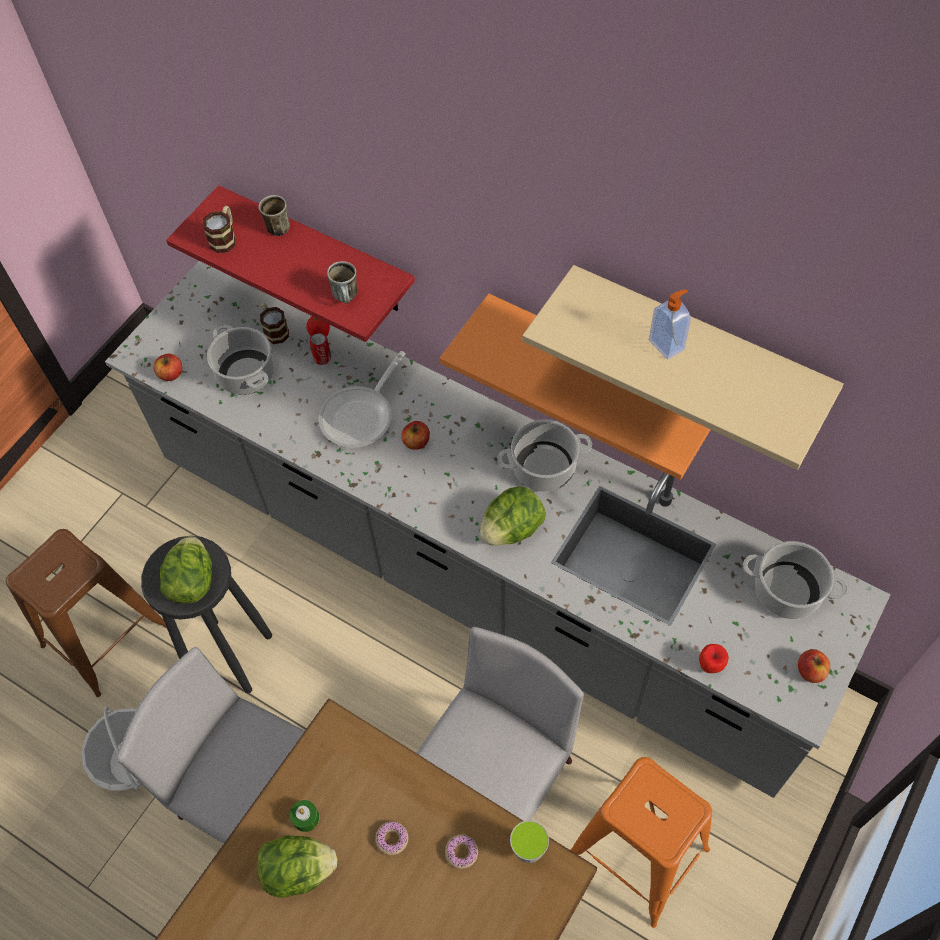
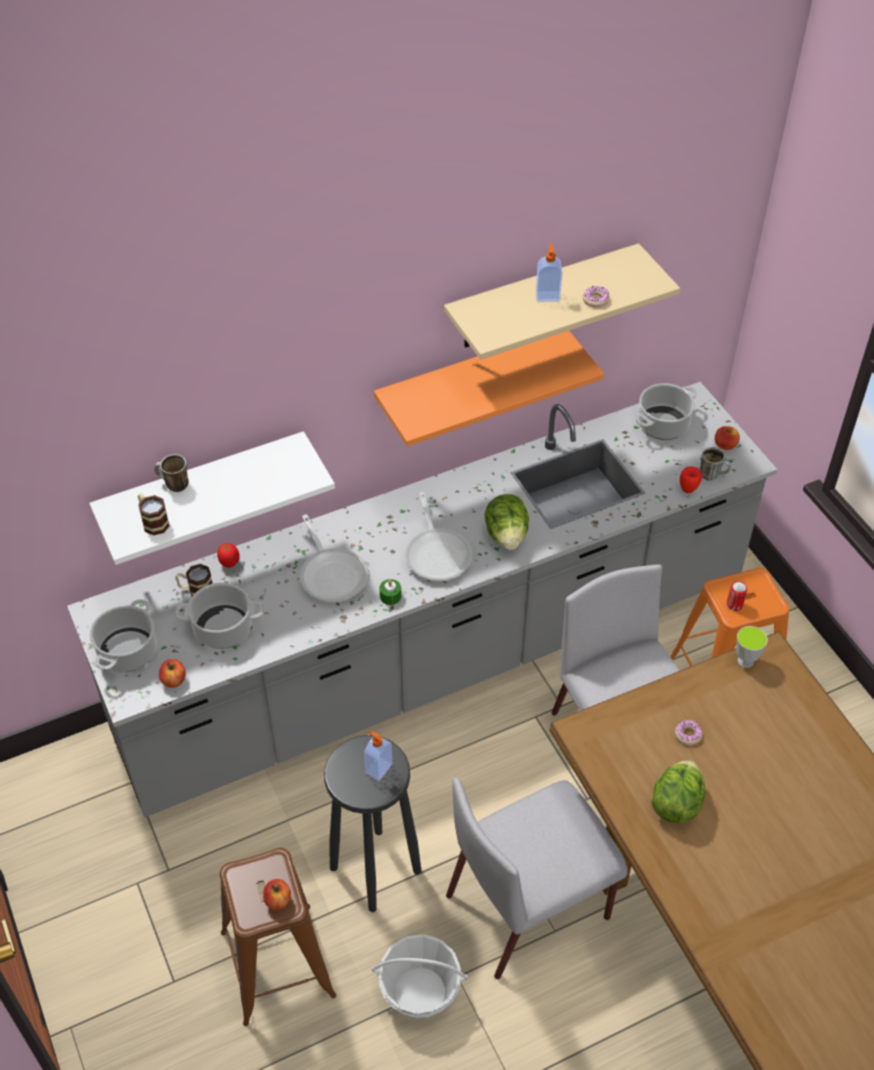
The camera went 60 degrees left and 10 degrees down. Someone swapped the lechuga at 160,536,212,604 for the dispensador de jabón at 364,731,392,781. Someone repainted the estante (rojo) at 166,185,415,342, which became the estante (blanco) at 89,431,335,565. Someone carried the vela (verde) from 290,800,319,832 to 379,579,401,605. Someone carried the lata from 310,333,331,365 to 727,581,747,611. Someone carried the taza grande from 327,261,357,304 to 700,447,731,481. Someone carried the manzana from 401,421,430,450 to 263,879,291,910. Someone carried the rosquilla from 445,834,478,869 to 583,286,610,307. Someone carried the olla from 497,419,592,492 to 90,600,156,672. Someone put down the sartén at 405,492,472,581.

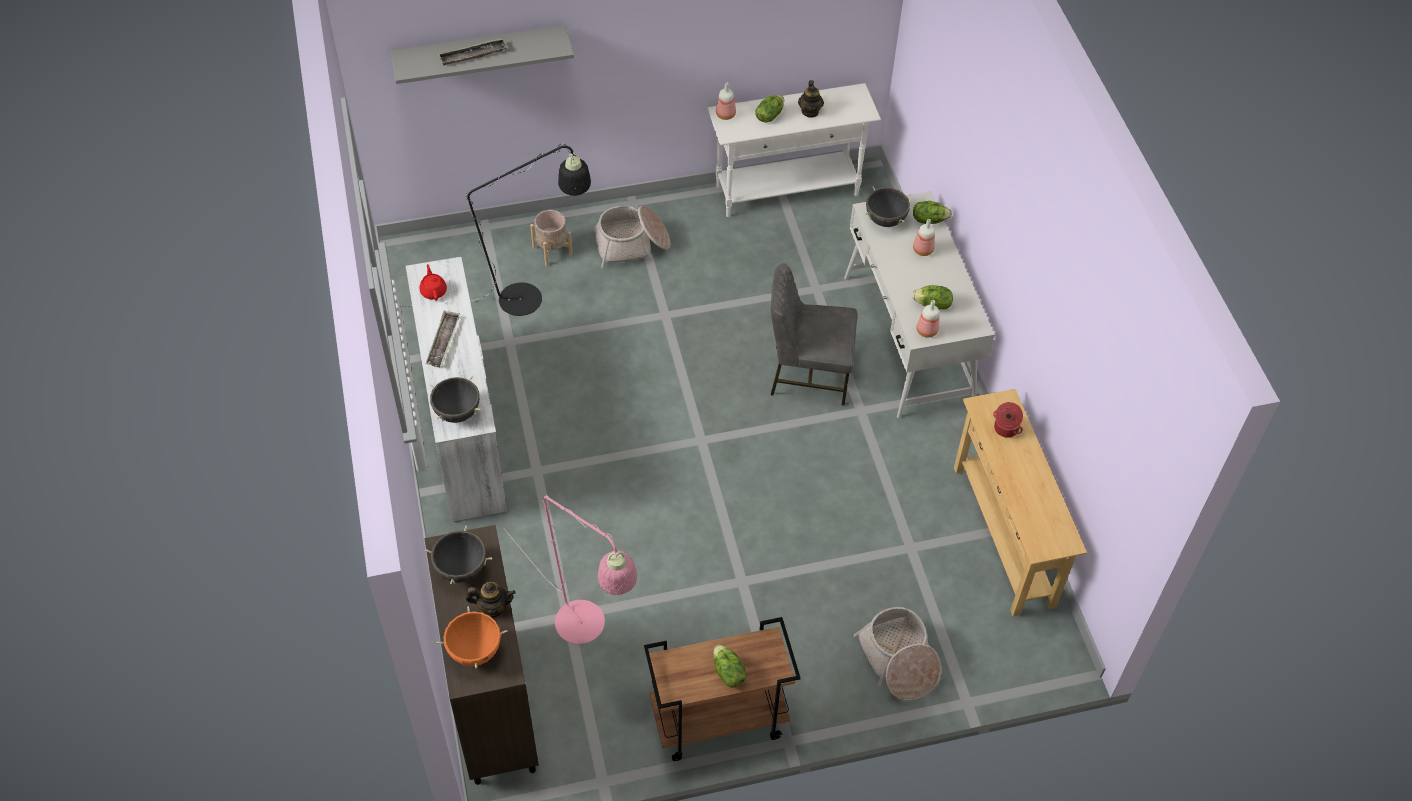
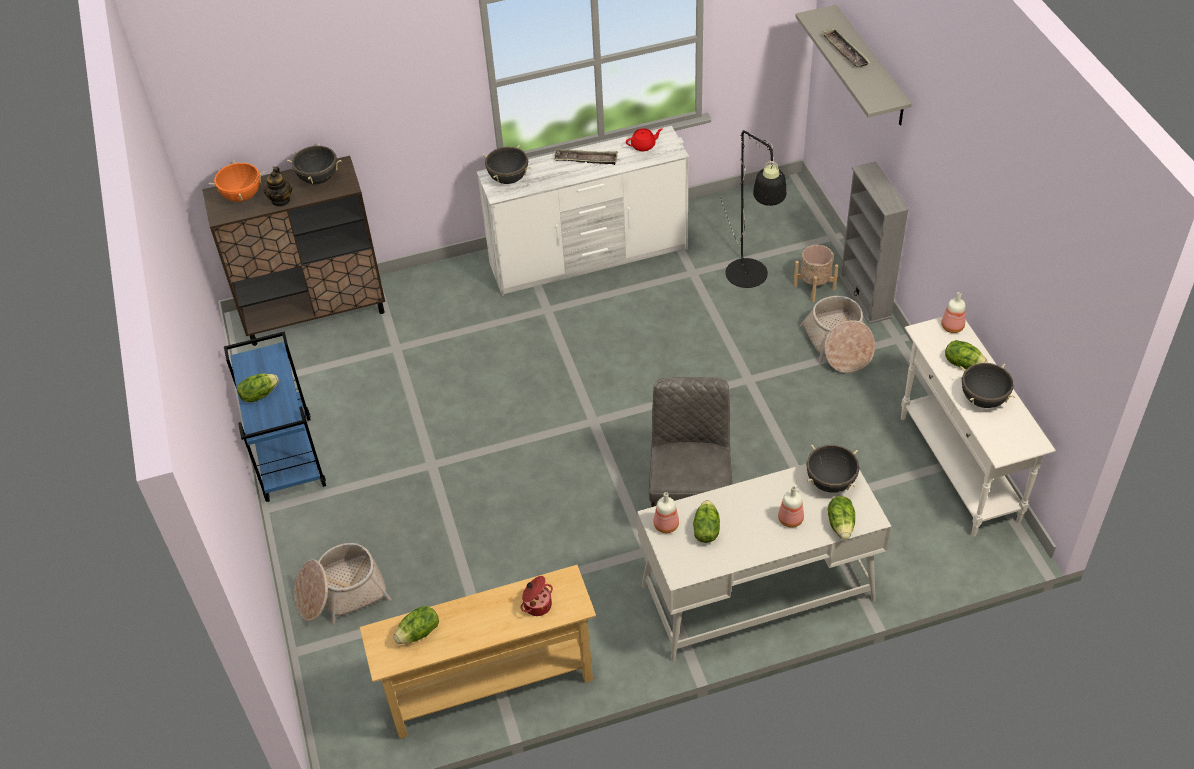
The camera went 90 degrees right and 5 degrees down. Someone took away the lámpara de pie (rosa) at 503,494,637,644. Someone repainted the carrito (marrón) at 644,617,801,761, which became the carrito (azul) at 224,331,326,502. Someone swapped the tetera at 798,80,824,118 for the olla (negro) at 960,363,1015,408. Someone put down the lechuga at 393,606,439,644. Someone put down the estantería (gris) at 839,162,909,324.

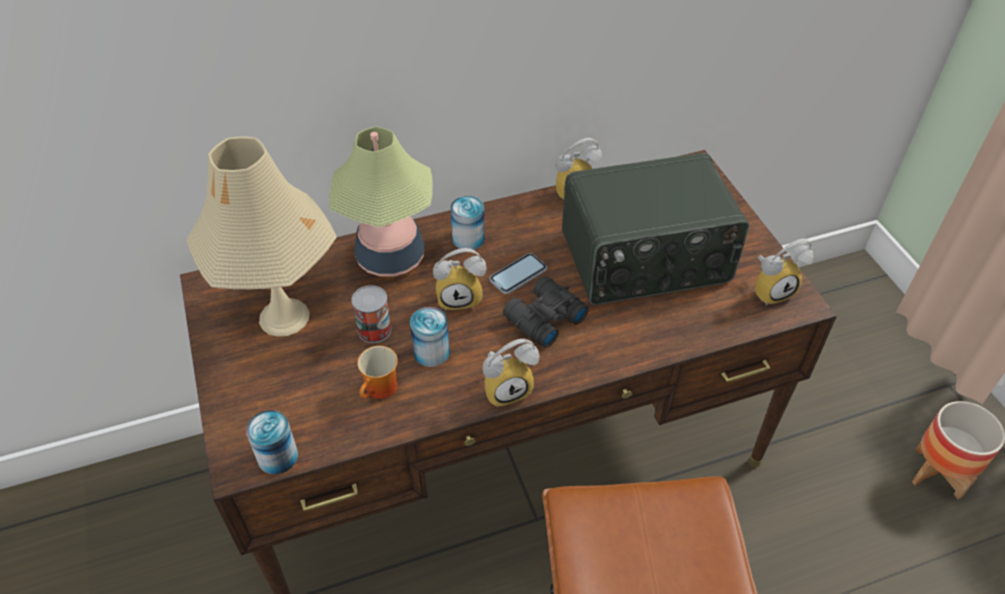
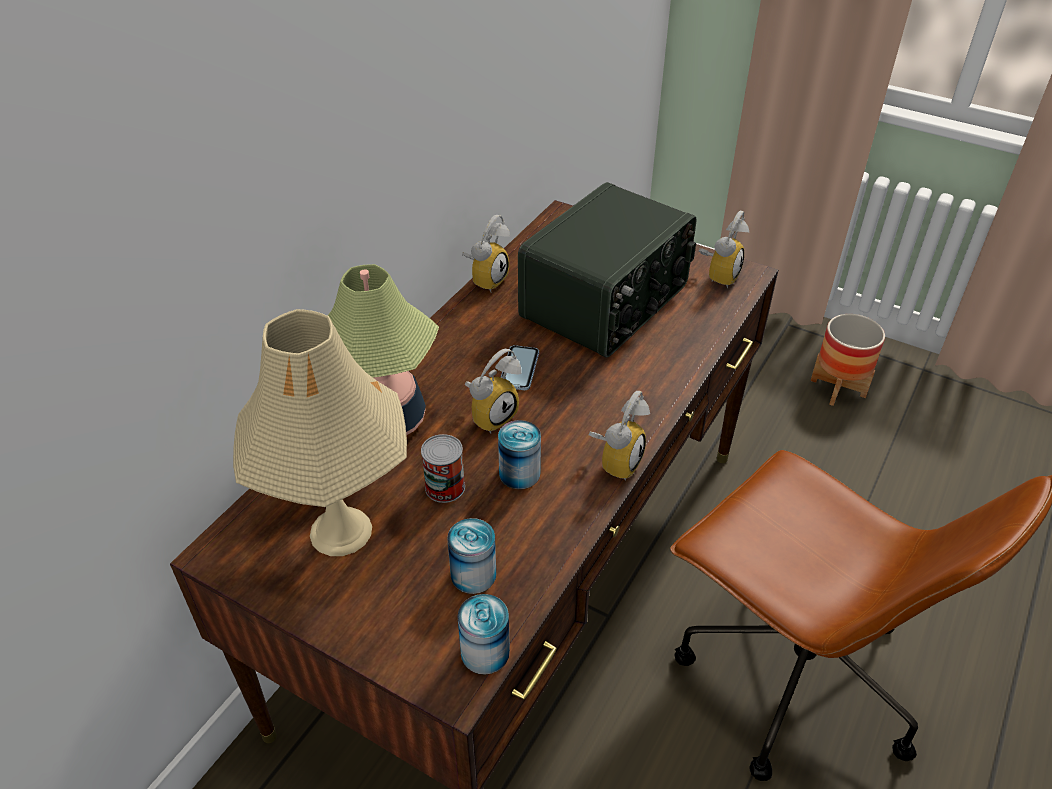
The camera went 40 degrees left and 5 degrees down. Someone took away the taza grande at 357,346,398,399. Someone carried the lata from 451,196,485,250 to 447,518,496,594. Someone took away the prismáticos (negro) at 503,276,589,348.

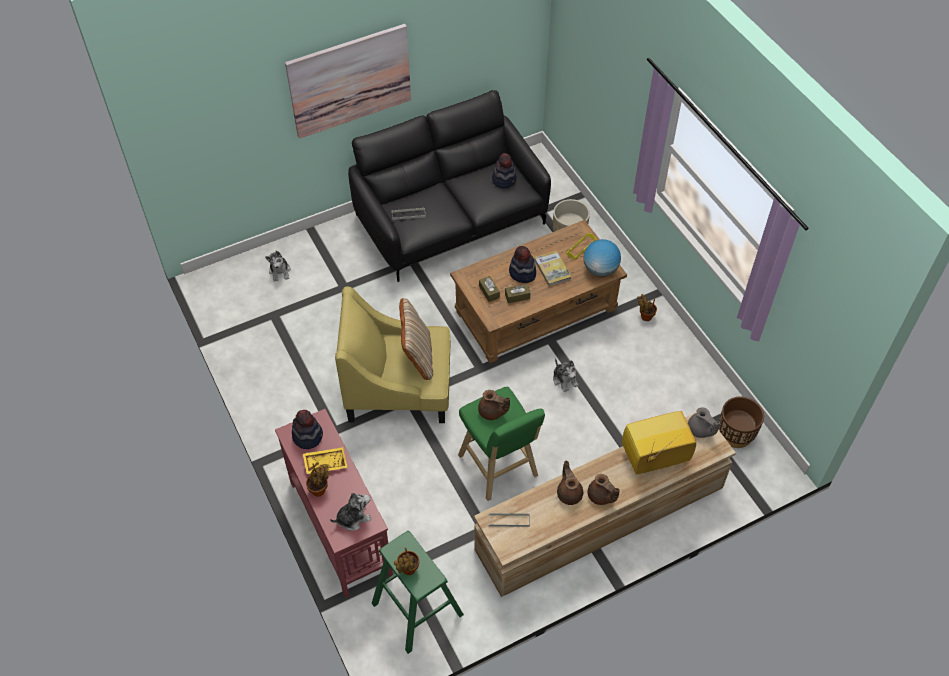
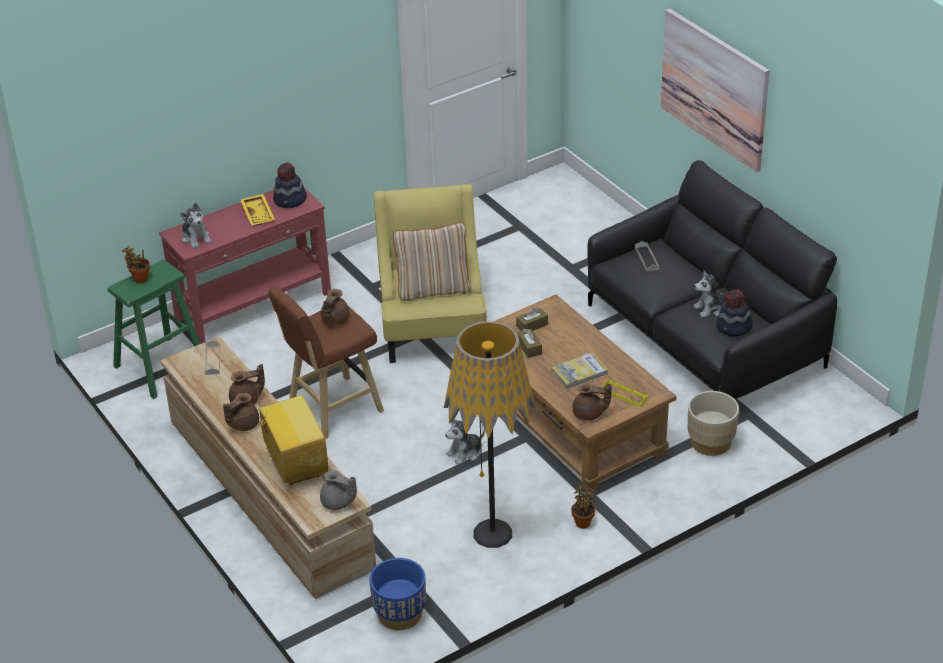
The camera went 85 degrees right and 15 degrees down. Someone carried the peluche from 265,251,291,282 to 693,271,726,318. Someone took away the planta en maceta at 306,462,329,497. Someone repainted the taburete (verde) at 458,386,545,501, which became the taburete (marrón) at 268,286,384,439. Someone took away the sombrero at 509,246,536,283. Someone swapped the globo terráqueo at 584,239,621,277 for the tetera (marrón) at 572,383,612,420. Someone rotated the tetera (gris) at 688,407,720,438 by 105 degrees counterclockwise. Someone repainted the maceta (marrón) at 719,397,764,448, which became the maceta (azul) at 369,558,426,630. Someone put down the lámpara de pie at 444,321,536,548.

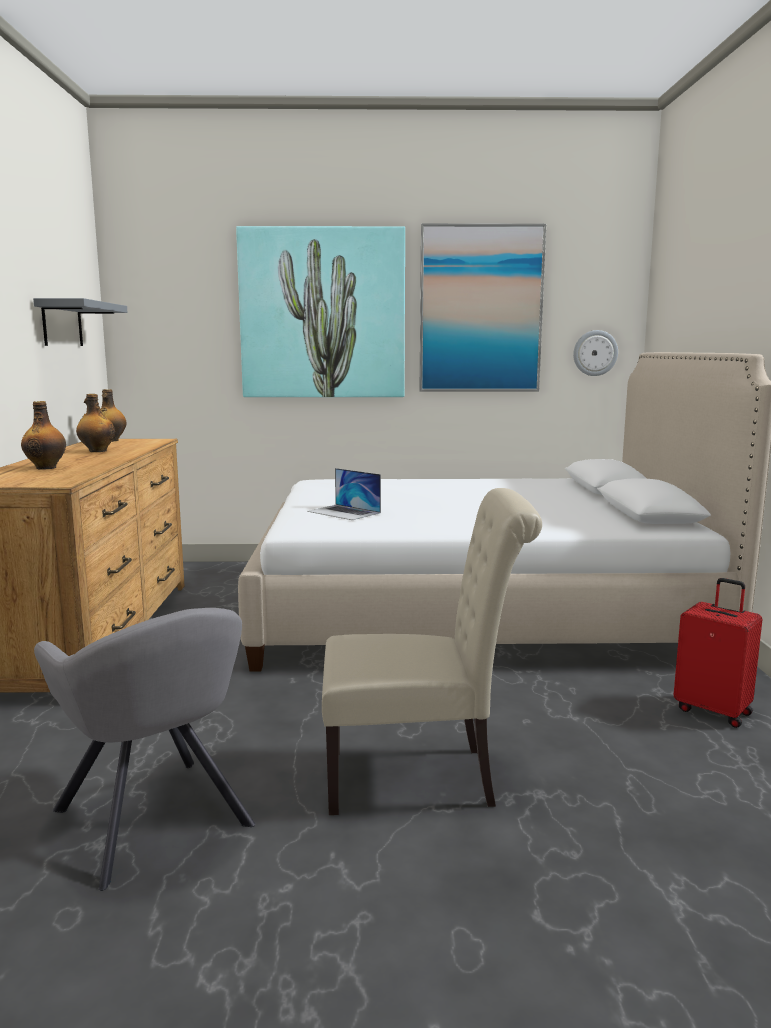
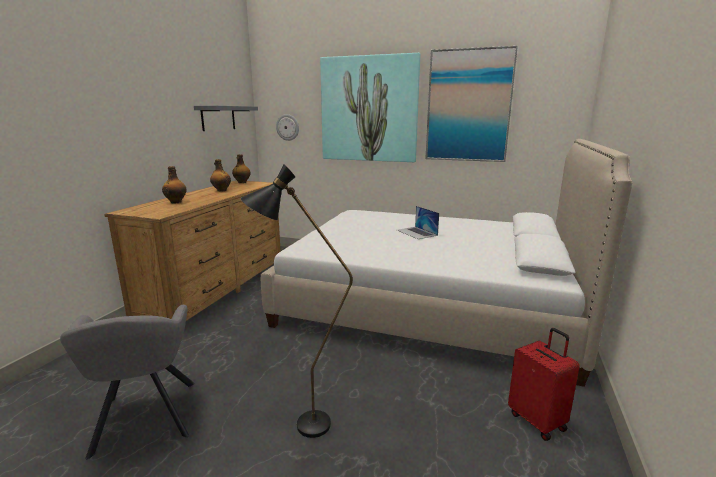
The camera went 20 degrees right and 5 degrees up. Someone carried the portátil from 307,468,381,520 to 397,206,439,239. Someone swapped the silla (beis) at 322,488,542,815 for the lámpara de pie (negro) at 241,164,353,438. Someone carried the reloj de pared from 573,330,618,376 to 276,114,299,141.

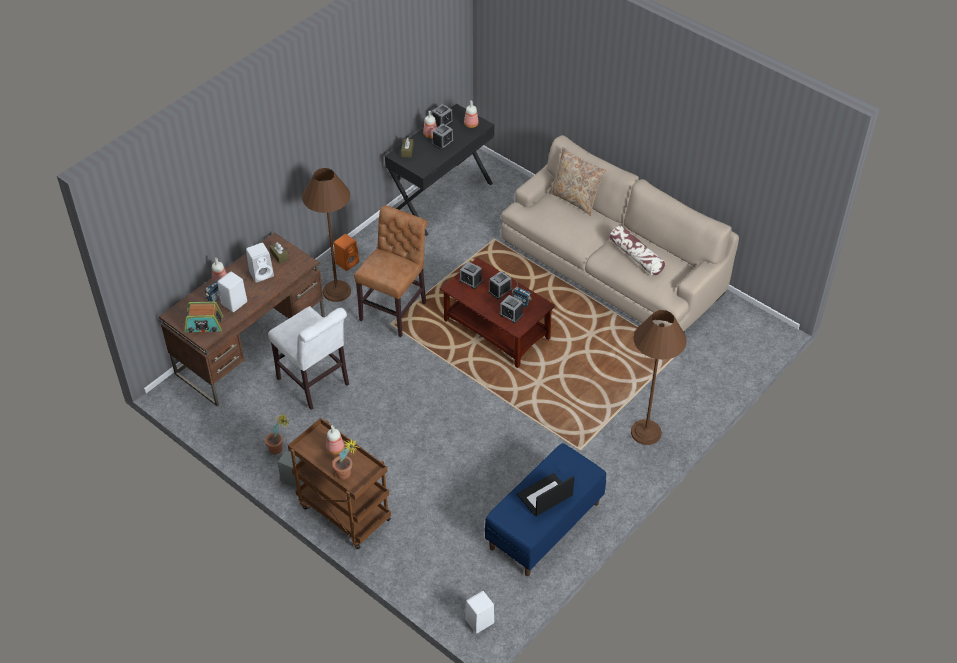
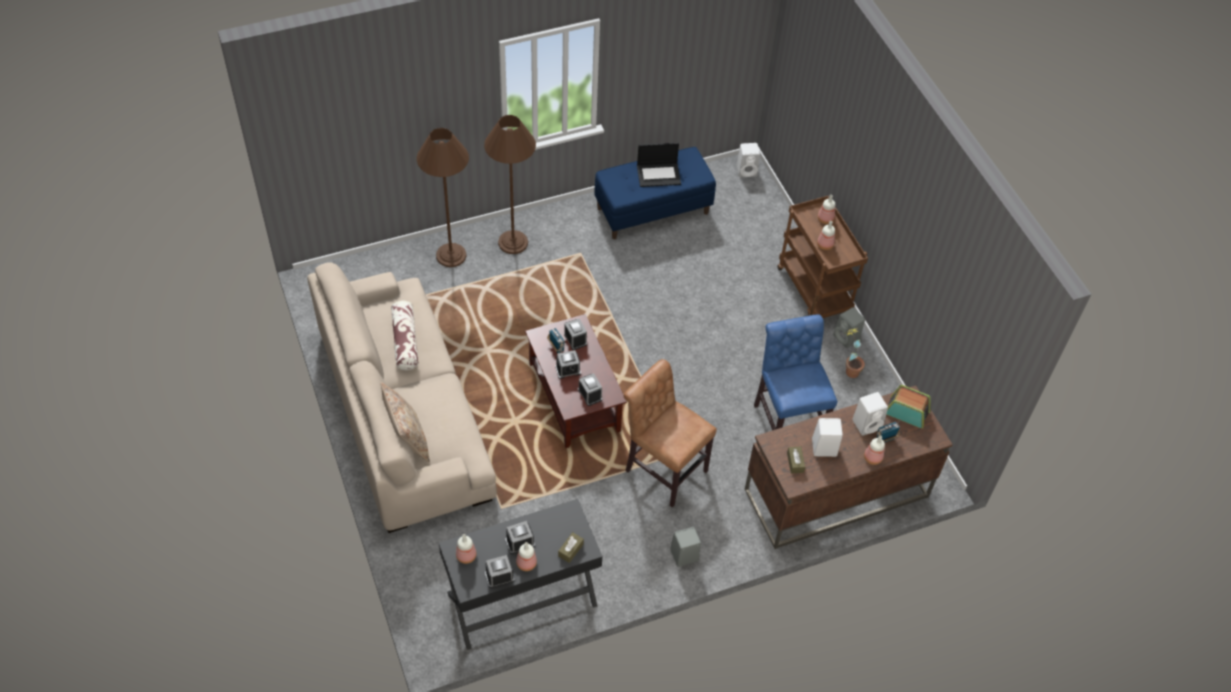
The camera went 155 degrees left and 5 degrees up. Someone repainted the silla (blanco) at 268,306,349,410, which became the silla (azul) at 754,314,838,430. Someone carried the lámpara de pie (marrón) from 302,168,351,302 to 417,128,469,267. Someone swapped the planta en maceta at 332,437,360,480 for the botella at 818,195,835,224. Someone repainted the altavoz (naranja) at 334,234,359,271, which became the altavoz (gris) at 670,527,701,567. Someone rotated the silla (marrón) at 354,205,428,337 by 75 degrees clockwise.

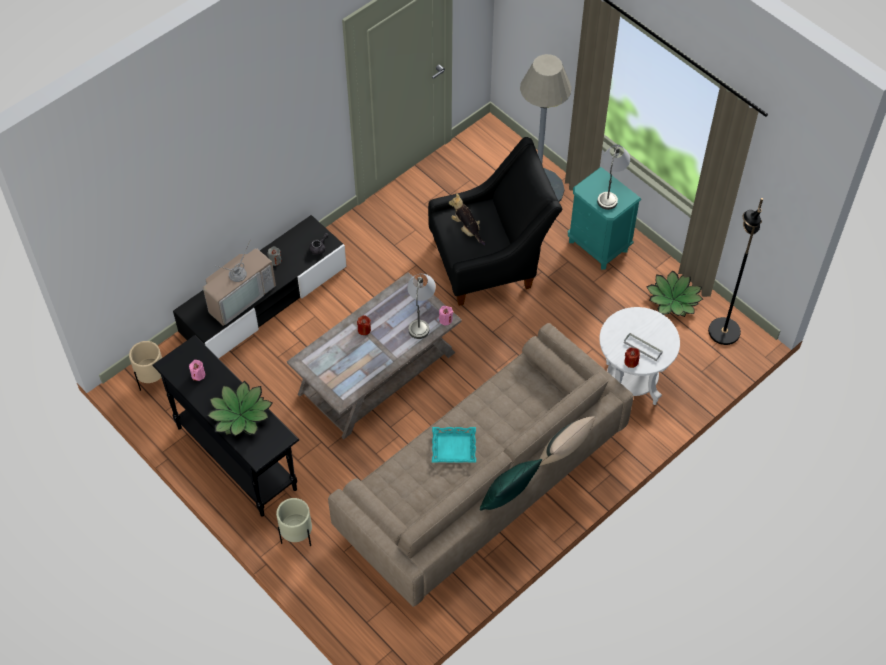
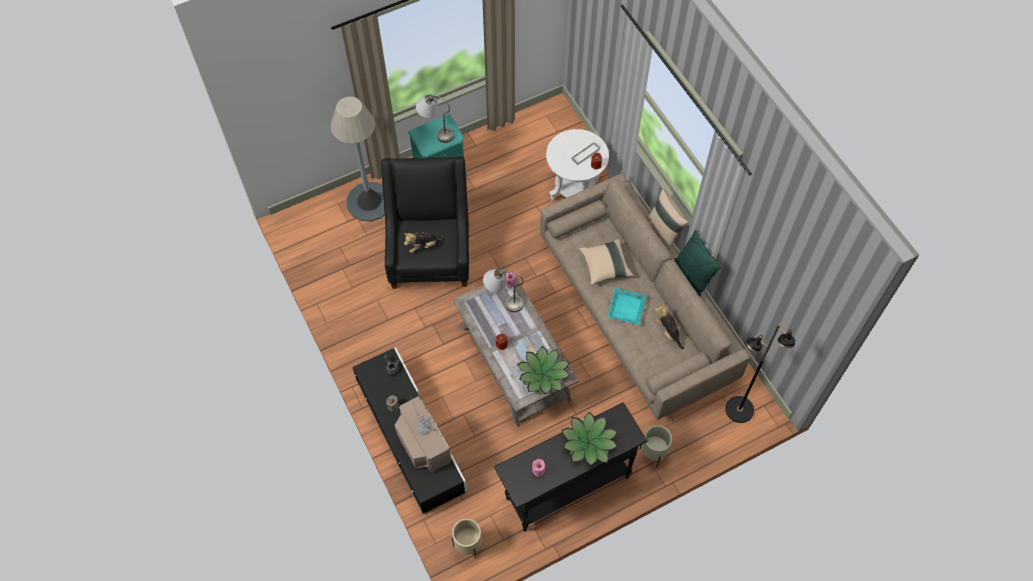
The camera went 75 degrees left and 5 degrees up. Someone carried the planta en maceta from 646,271,703,317 to 517,346,570,395. Someone carried the lámpara de pie (negro) from 708,198,763,345 to 725,324,795,423. Someone put down the cojín (beis) at 579,238,634,285. Someone put down the peluche at 655,303,684,349.

